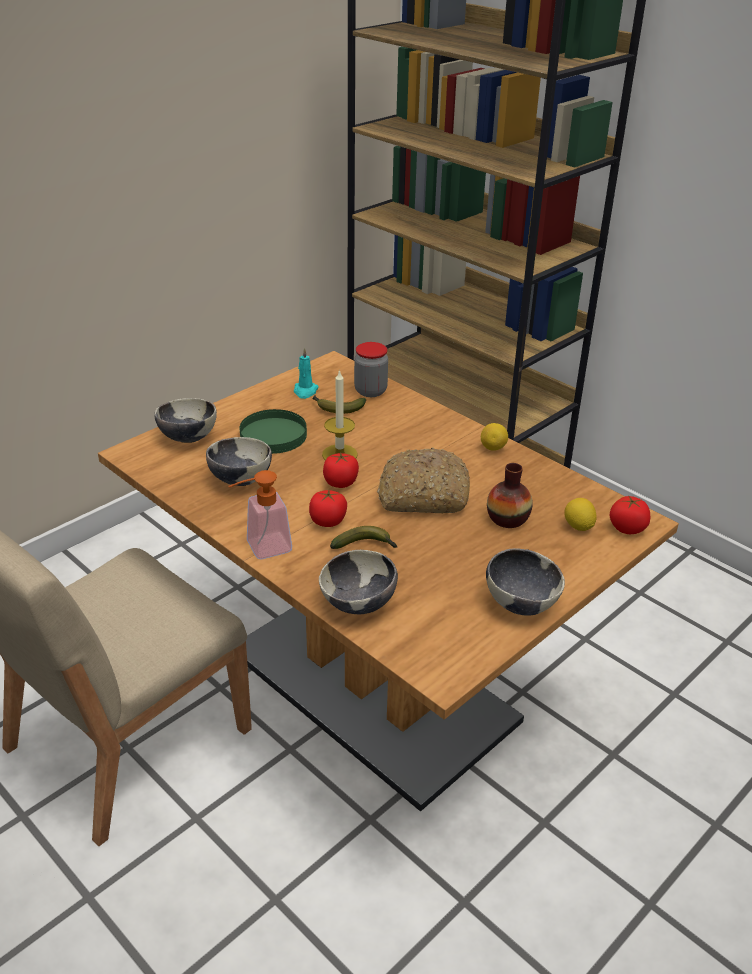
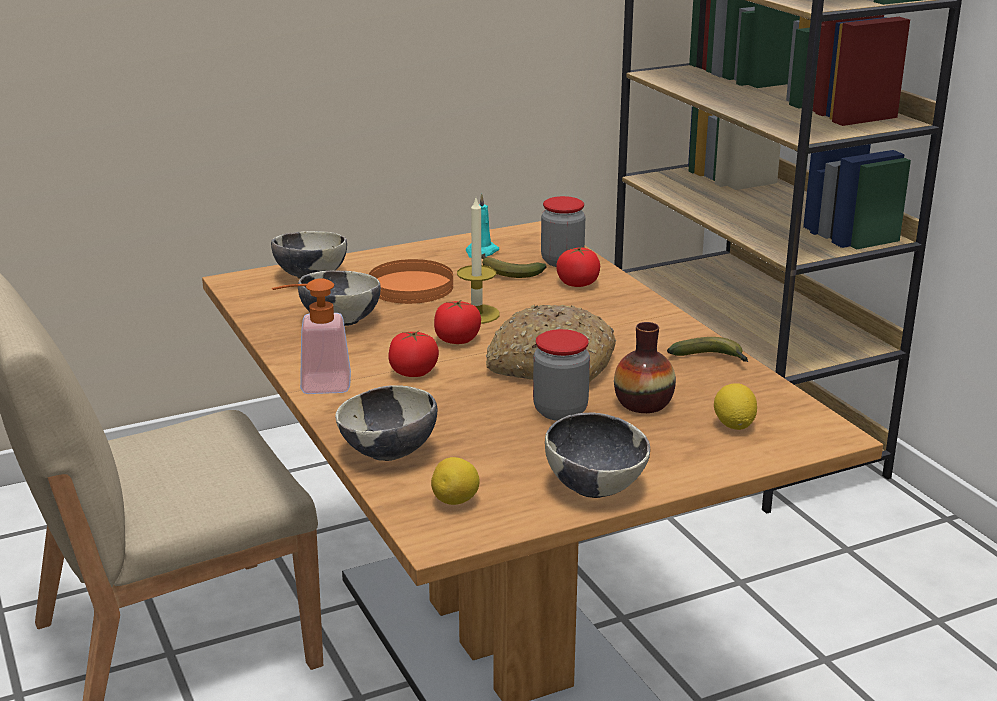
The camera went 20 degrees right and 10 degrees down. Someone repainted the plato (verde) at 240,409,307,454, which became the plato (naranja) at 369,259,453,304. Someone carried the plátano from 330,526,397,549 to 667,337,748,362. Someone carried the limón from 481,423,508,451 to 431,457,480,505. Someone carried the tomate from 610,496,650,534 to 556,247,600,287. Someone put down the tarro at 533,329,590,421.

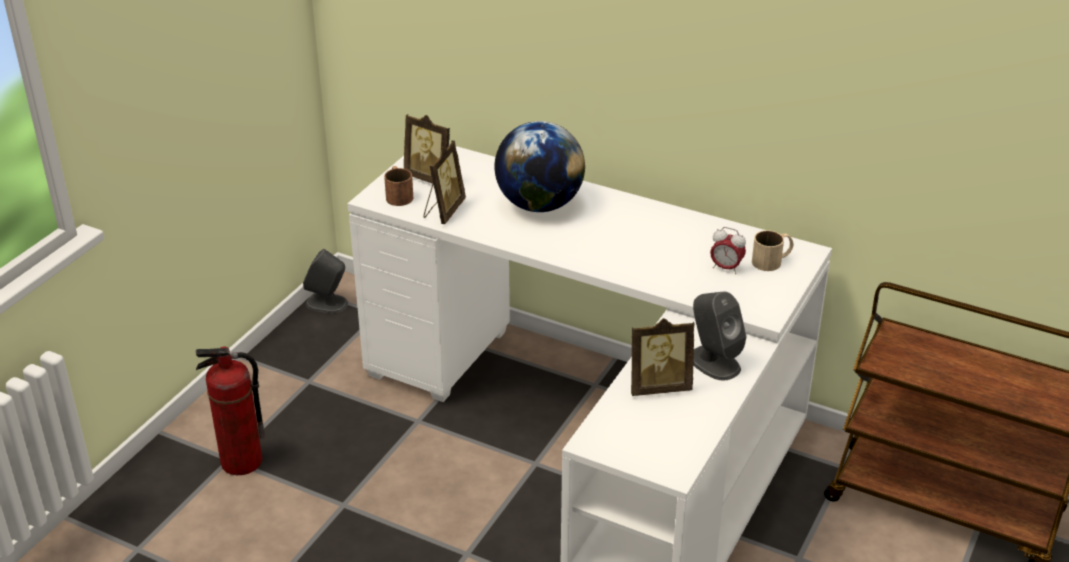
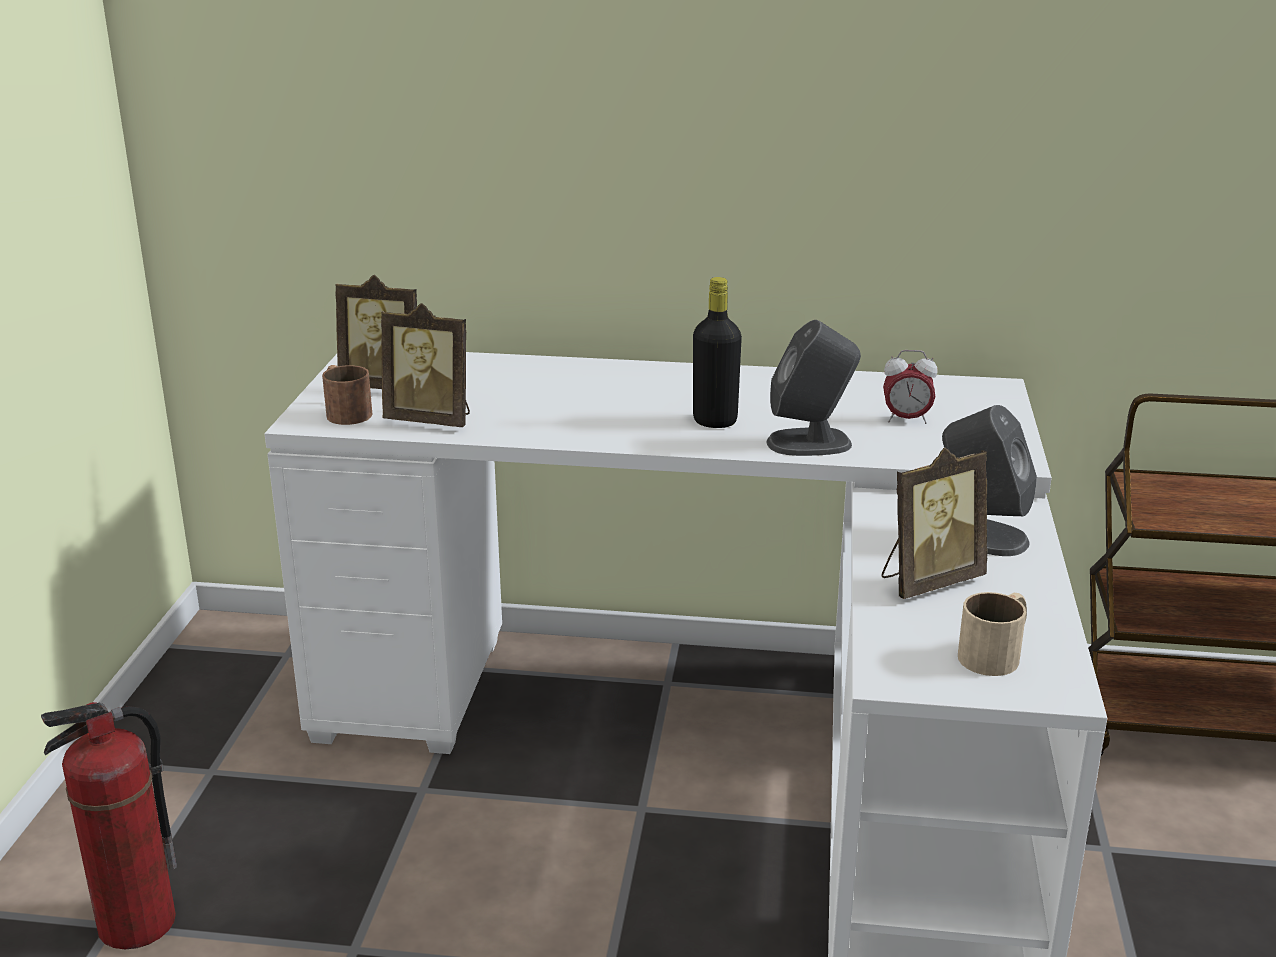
The camera went 20 degrees left and 10 degrees down. Someone carried the altavoz (gris) from 303,249,348,313 to 766,320,861,456. Someone rotated the portarretratos at 424,141,466,224 by 105 degrees clockwise. Someone took away the globo terráqueo at 494,121,585,212. Someone carried the taza grande (beis) from 752,230,793,271 to 958,592,1027,676. Someone put down the botella (negro) at 693,277,742,428.

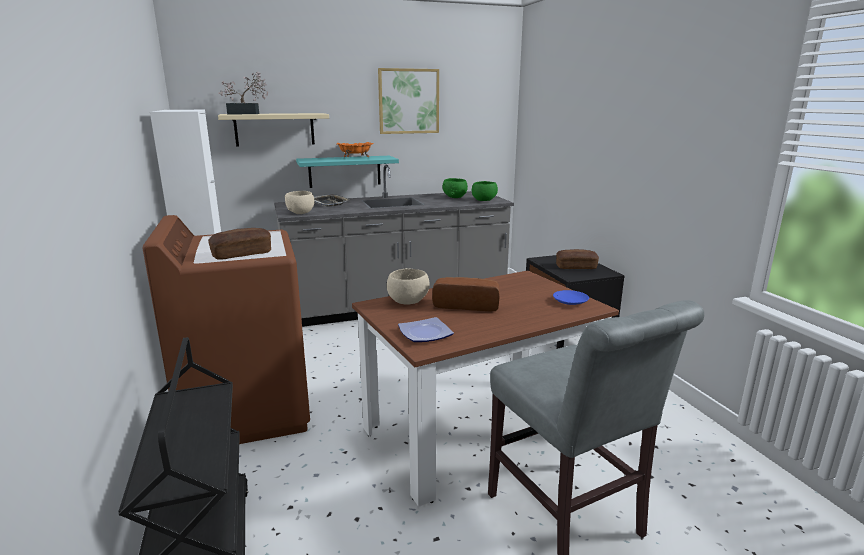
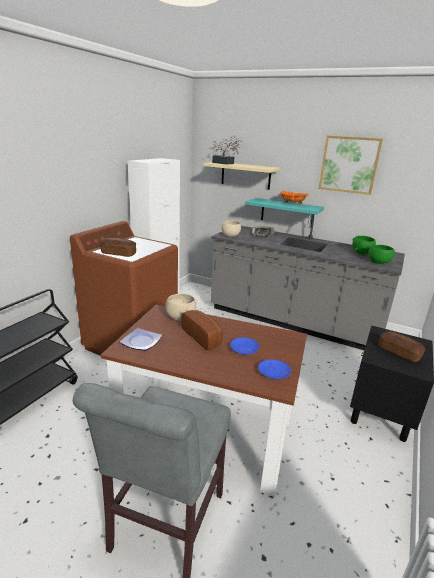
The camera went 45 degrees right and 5 degrees up. Someone put down the plato (azul) at 230,337,259,355.

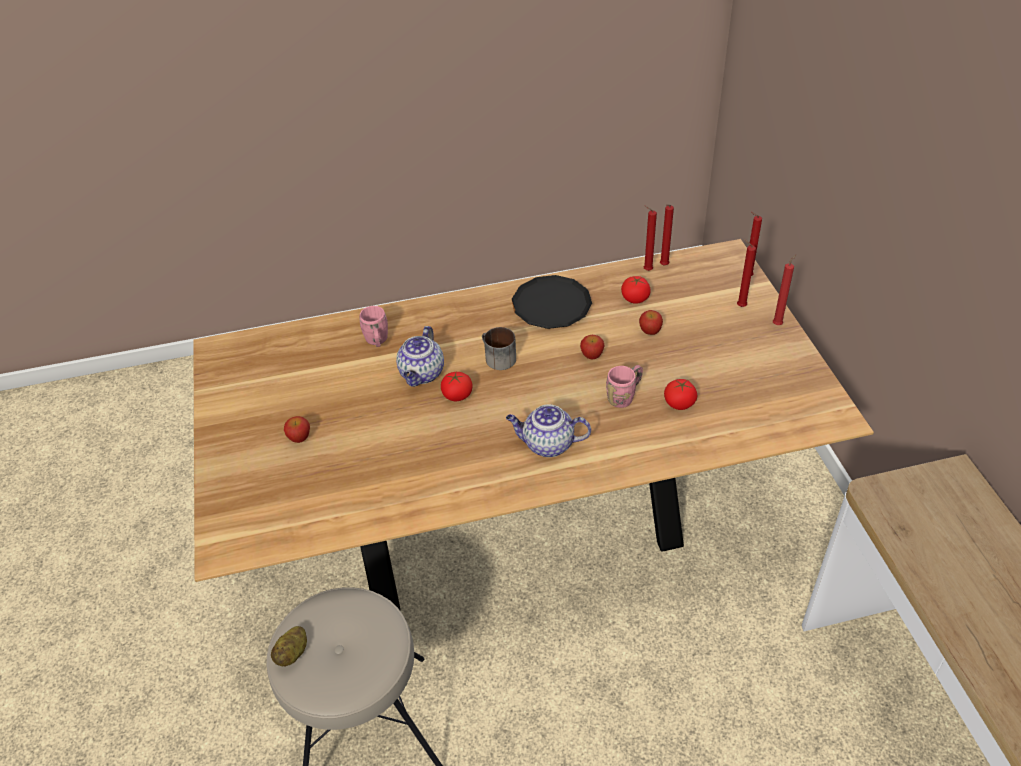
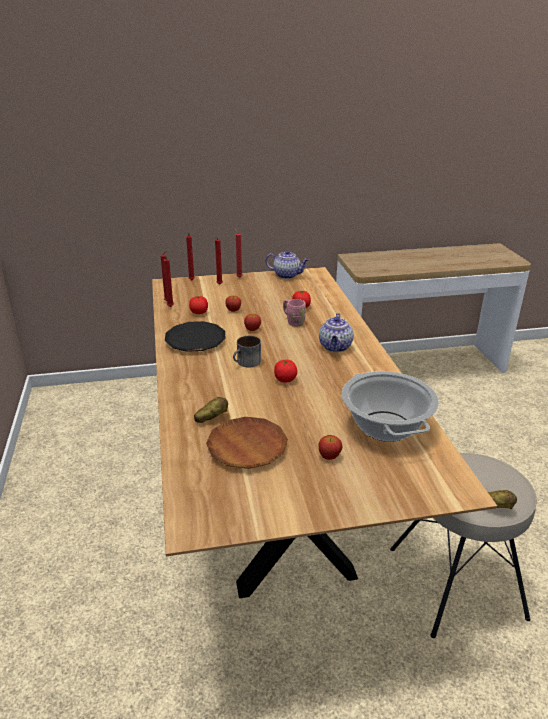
The camera went 90 degrees left and 15 degrees down. Someone swapped the taza grande (rosa) at 360,306,388,347 for the patata at 194,397,228,423. Someone carried the tetera from 396,326,444,387 to 266,250,309,279. Someone put down the plato (marrón) at 206,417,288,469. Someone put down the olla at 342,371,439,442.

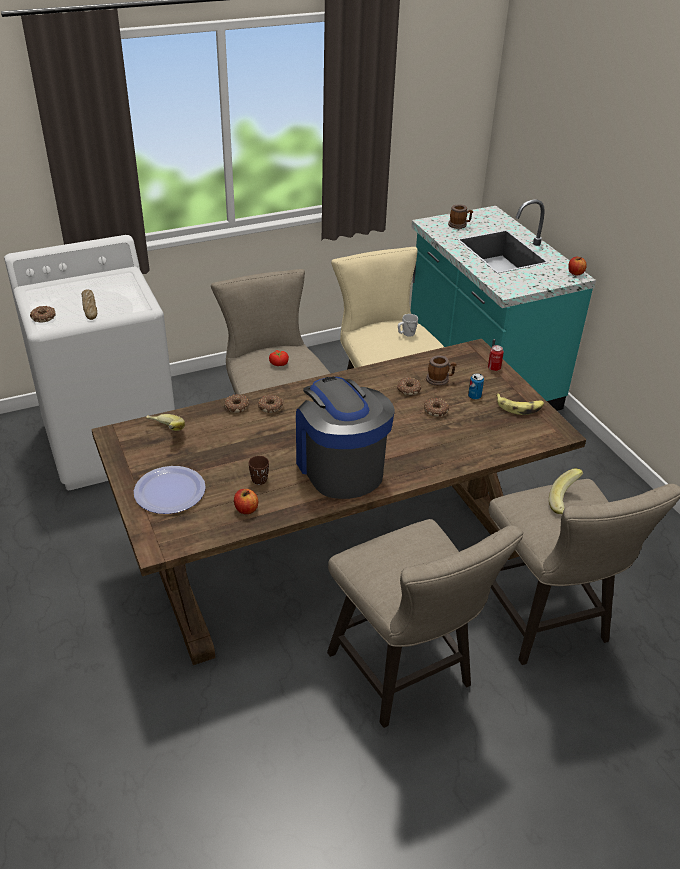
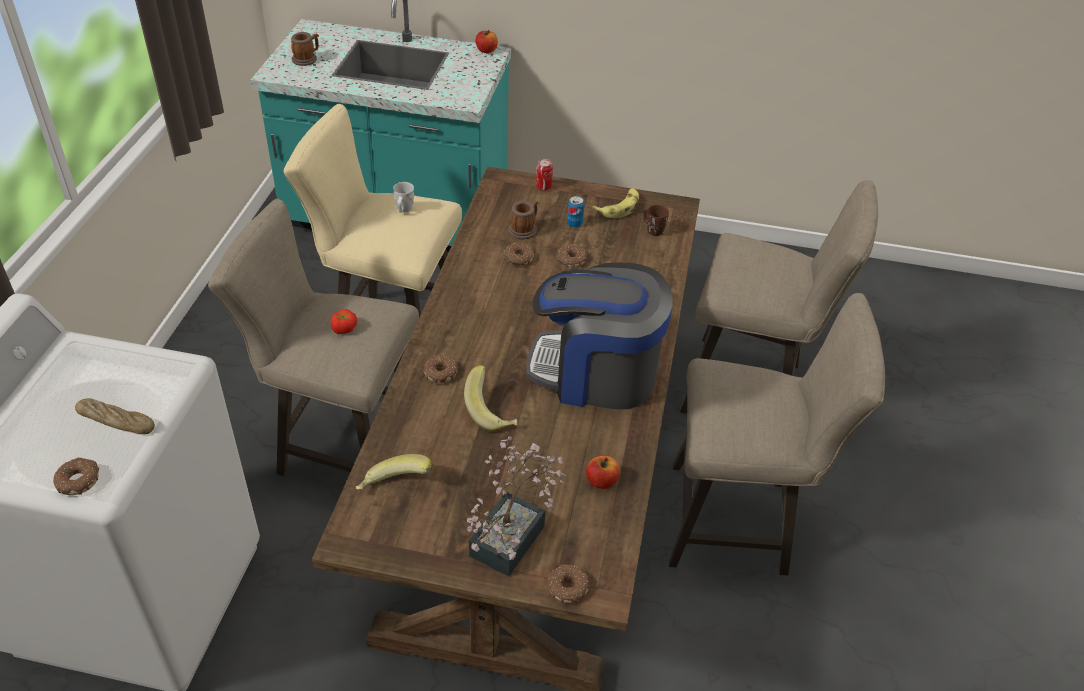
The camera went 55 degrees left and 5 degrees up. Someone swapped the plato at 134,466,206,514 for the planta en maceta at 467,436,566,577. Someone carried the rosquilla from 224,394,249,413 to 548,564,589,603. Someone carried the taza grande (marrón) from 249,456,269,485 to 643,205,669,236. Someone carried the plátano from 549,468,583,514 to 464,365,517,431.

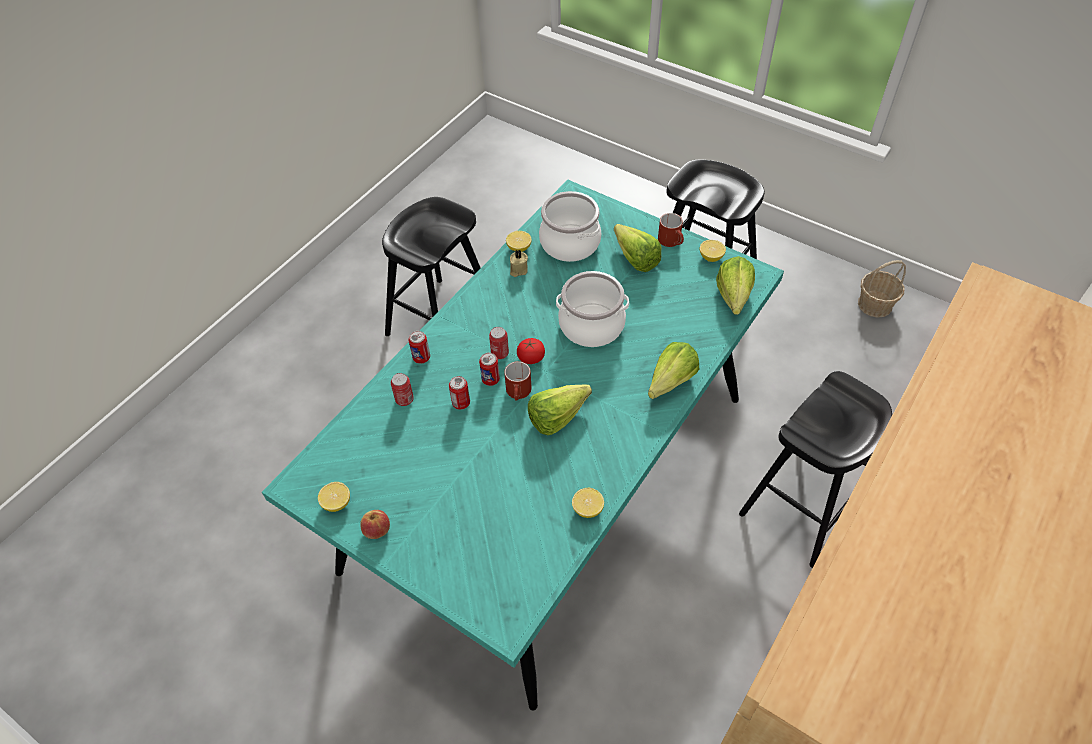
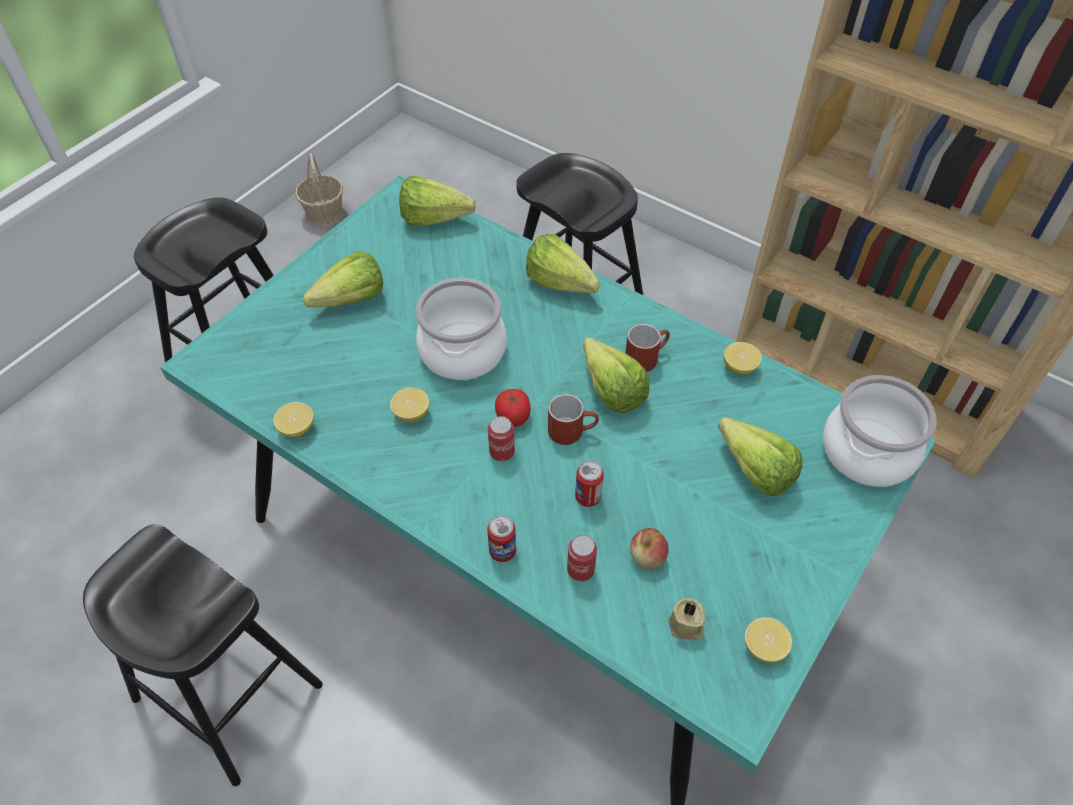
The camera went 90 degrees left and 0 degrees up. Someone carried the manzana from 360,510,390,539 to 630,528,669,569. Someone took away the lata at 479,353,500,386. Someone carried the vela (beis) from 510,250,528,277 to 668,598,705,640. Someone carried the olla from 539,191,601,262 to 823,375,937,487. Someone carried the taza grande (rojo) from 658,213,684,247 to 625,324,670,372. Someone carried the limón from 700,240,726,262 to 390,387,429,422. Someone put down the lechuga at 718,417,803,496.

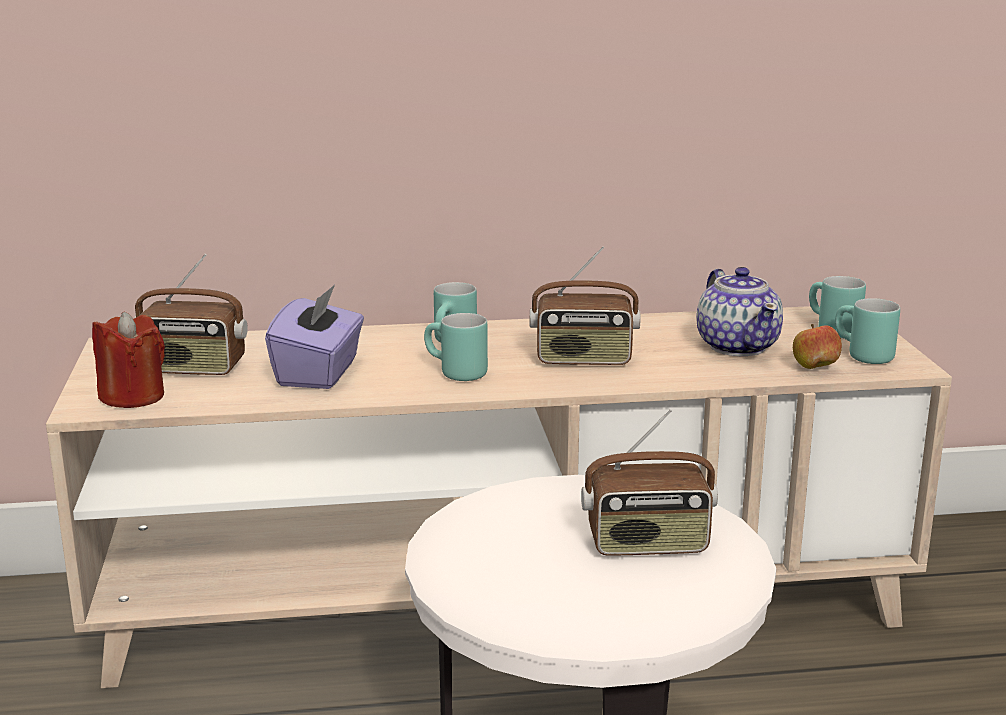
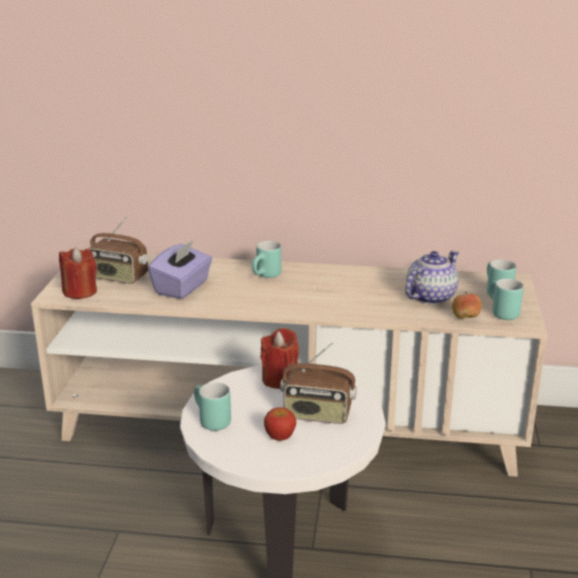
The camera went 15 degrees right and 5 degrees up. Someone carried the taza grande (turquesa) from 424,313,488,381 to 194,382,231,431. Someone took away the radio at 530,246,641,365. Someone rotated the tetera at 697,267,783,356 by 135 degrees counterclockwise. Someone put down the vela (rojo) at 260,328,299,389. Someone put down the manzana at 264,407,296,441.

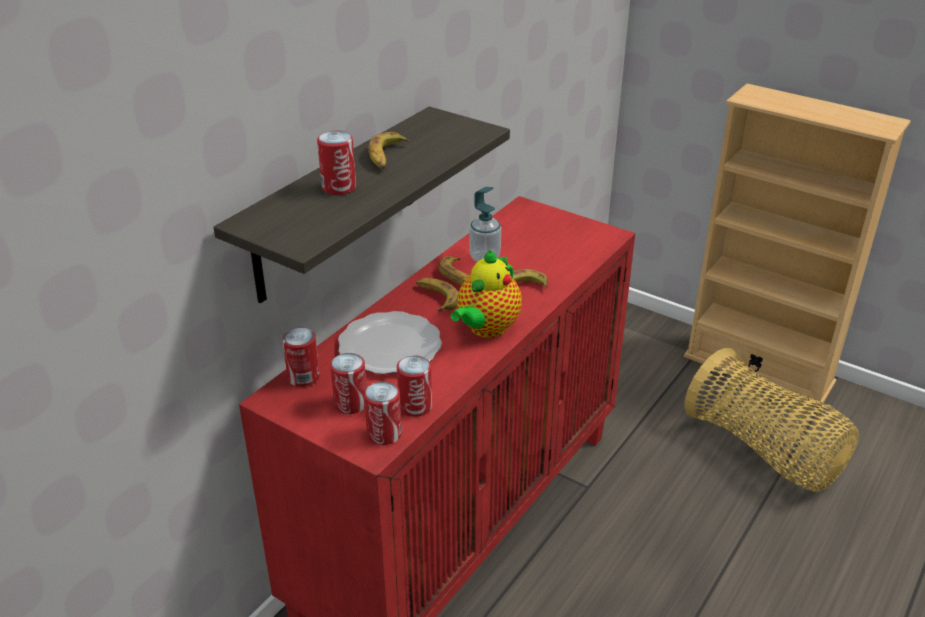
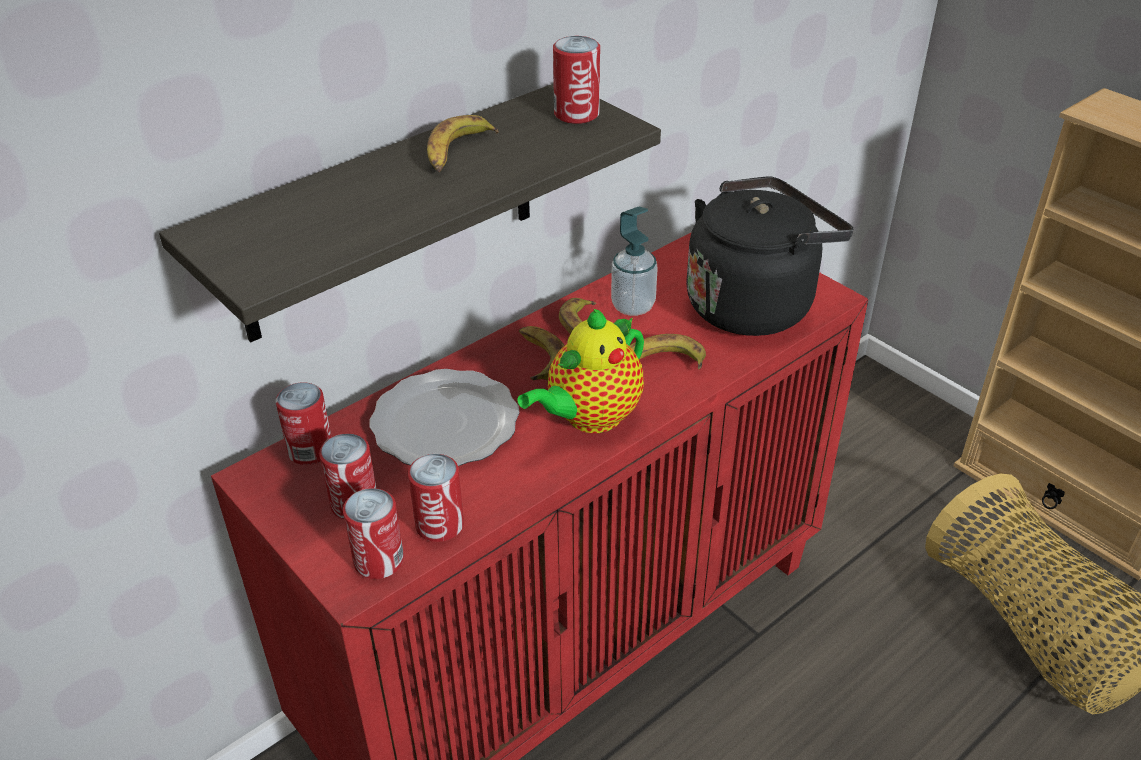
The camera went 15 degrees right and 5 degrees up. Someone carried the lata from 317,130,356,195 to 553,36,600,124. Someone put down the hervidor (negro) at 686,176,853,336.

